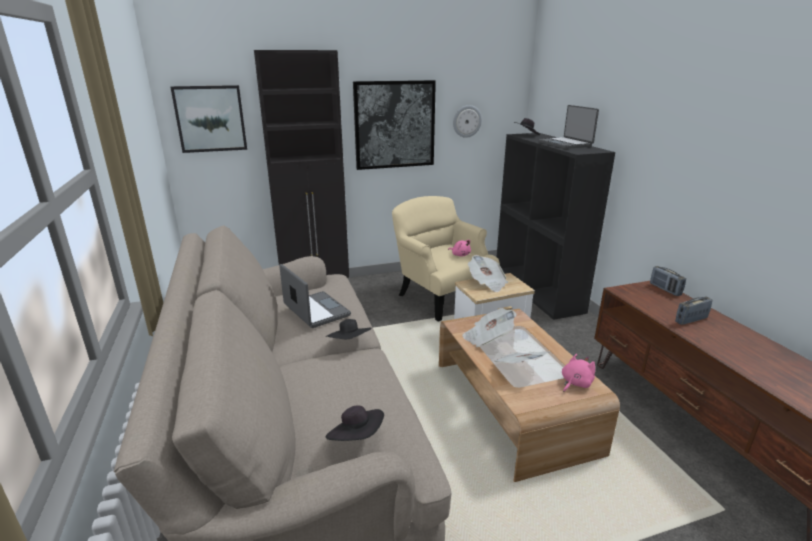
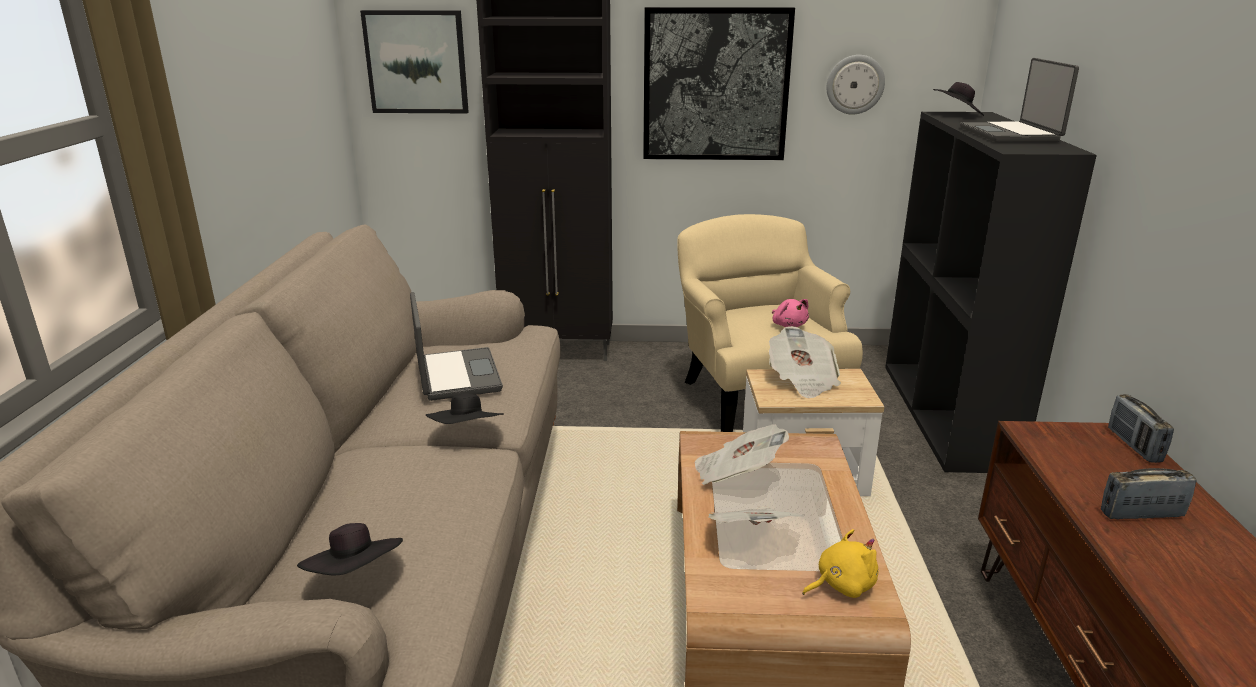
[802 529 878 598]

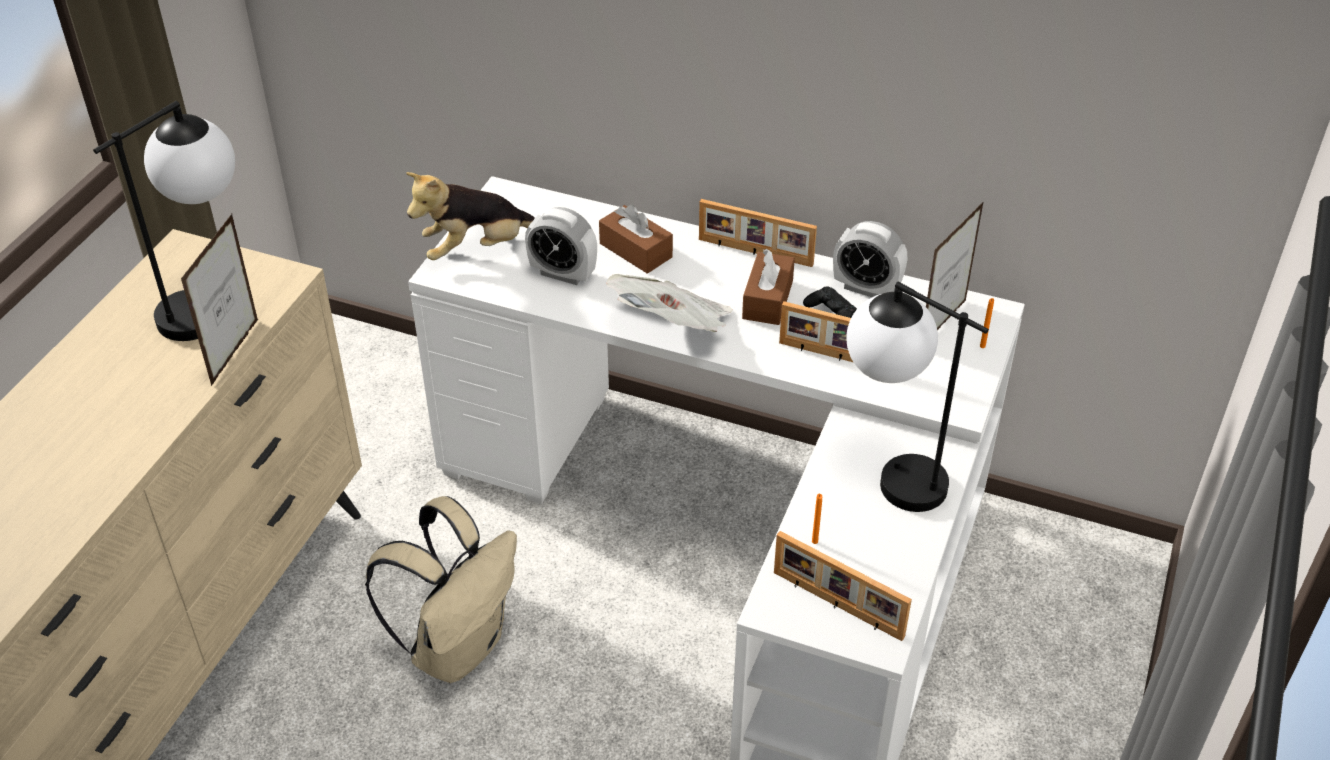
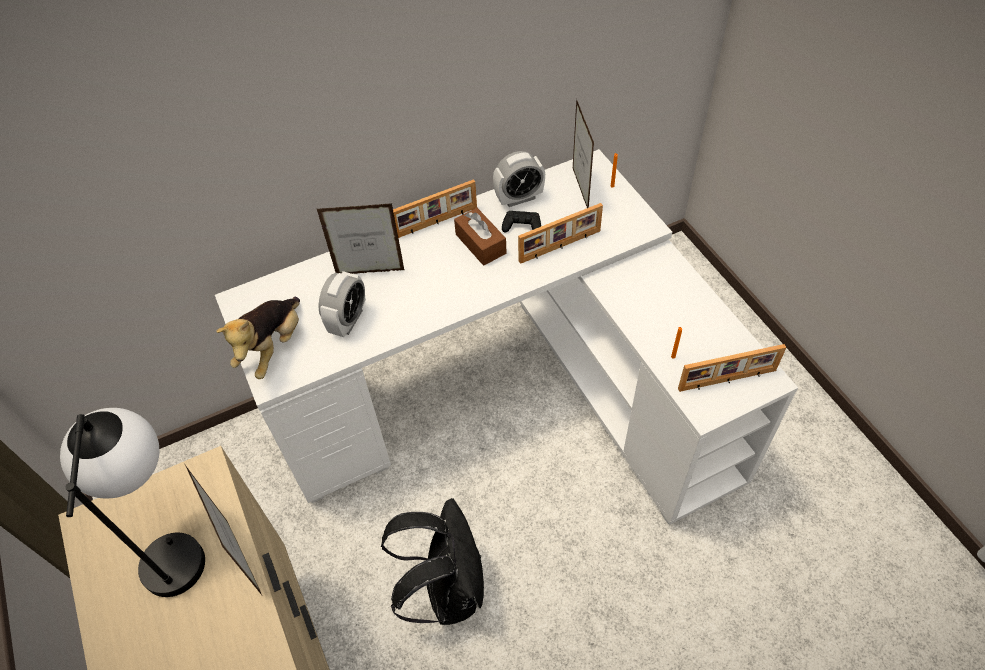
[317 203 405 274]
[319 271 366 337]
[381 498 484 625]
[606 274 733 332] (first image)
[846 282 989 512] (first image)

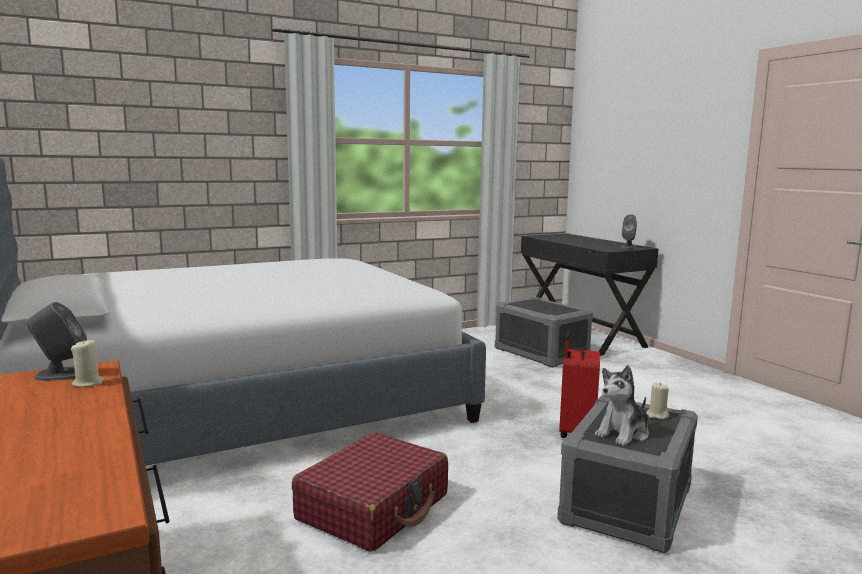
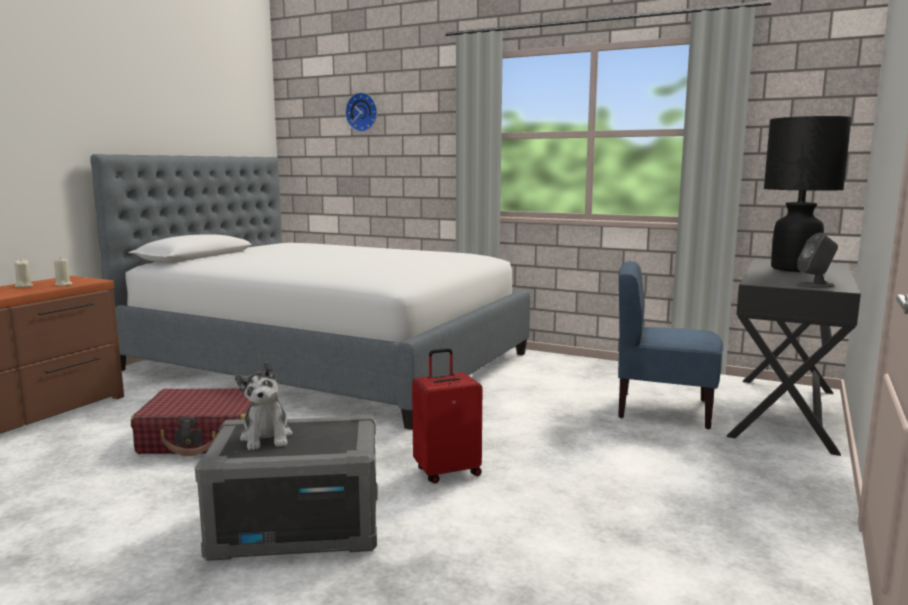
[14 259 33 288]
[235 362 293 450]
[345 92 377 132]
[618 261 723 429]
[764 116 852 272]
[27 302 87 381] (first image)

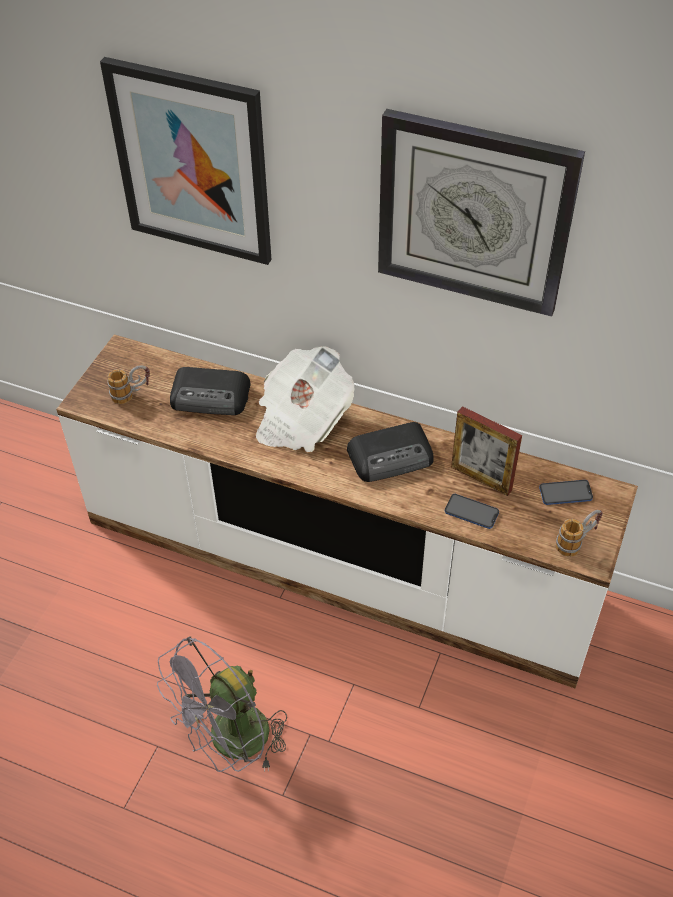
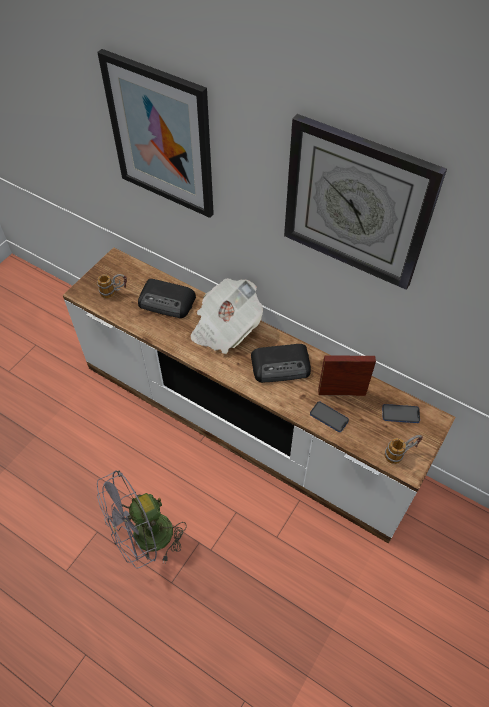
[318 355 376 396]

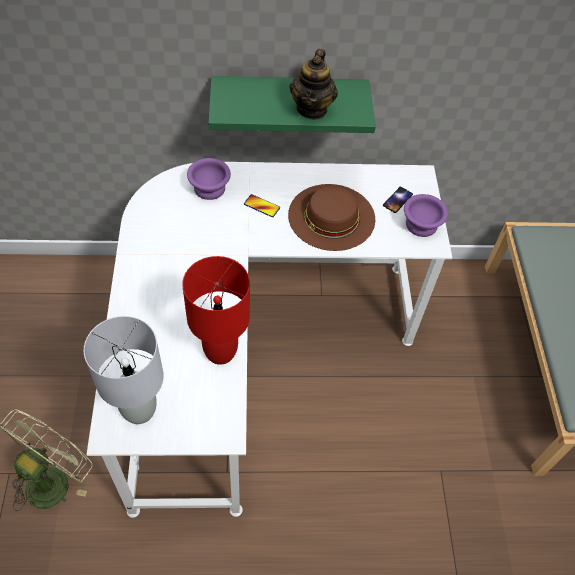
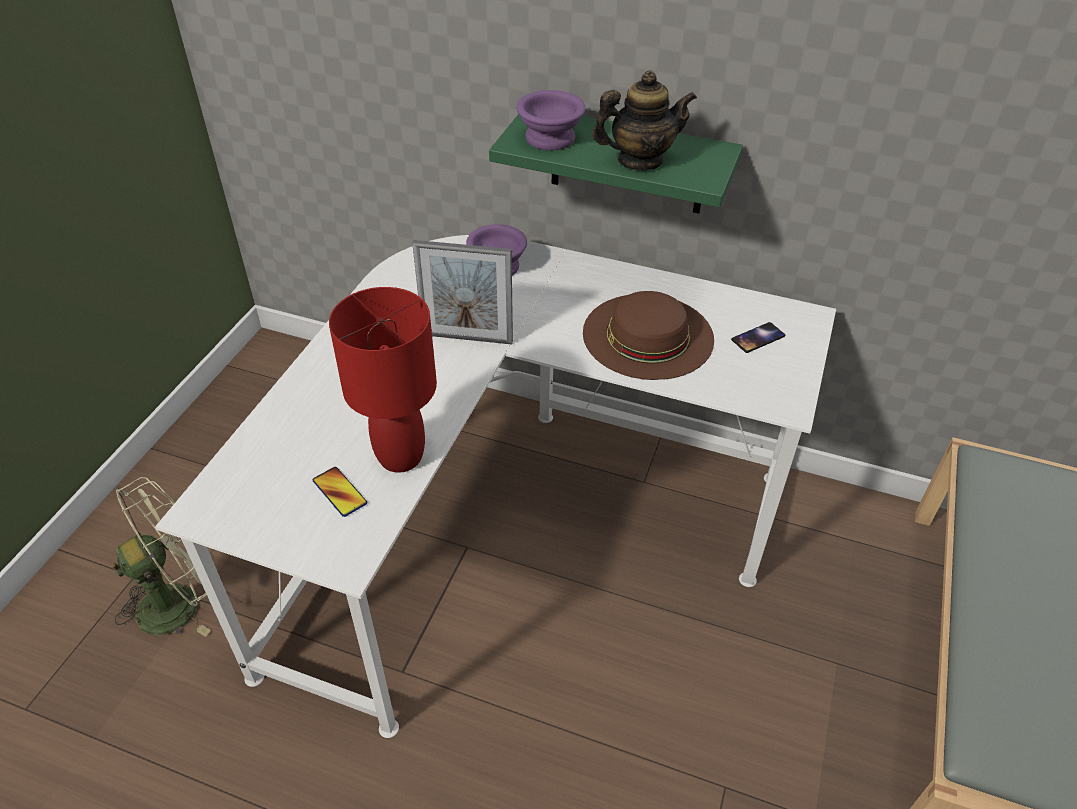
[313 467 367 517]
[412 240 513 344]
[516 90 586 150]
[592 70 697 171]
[83 316 164 424] (first image)

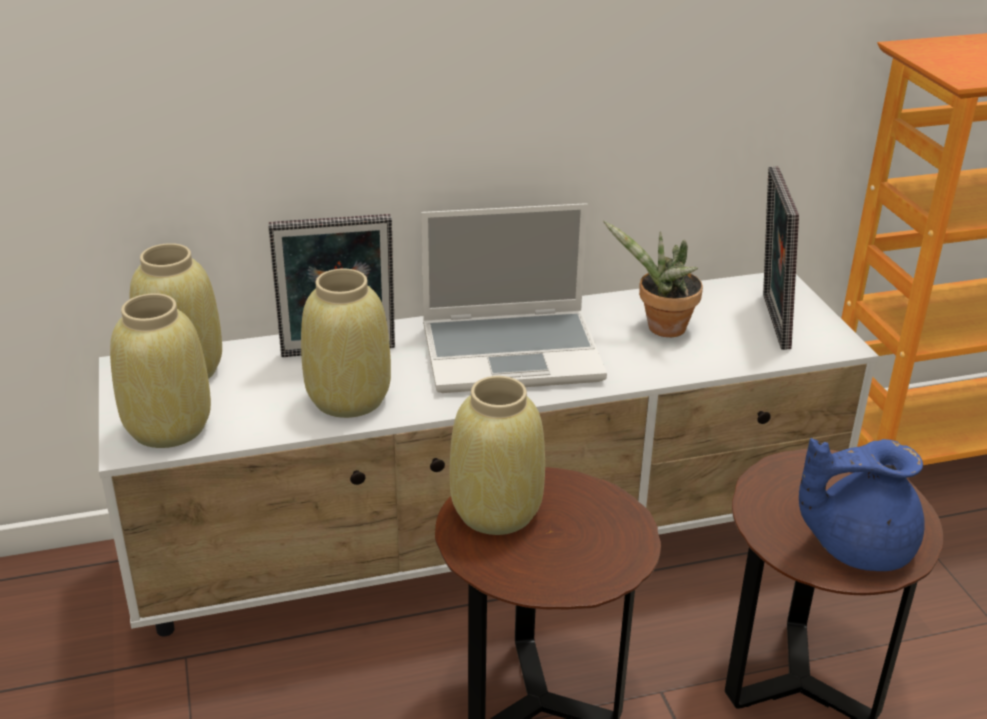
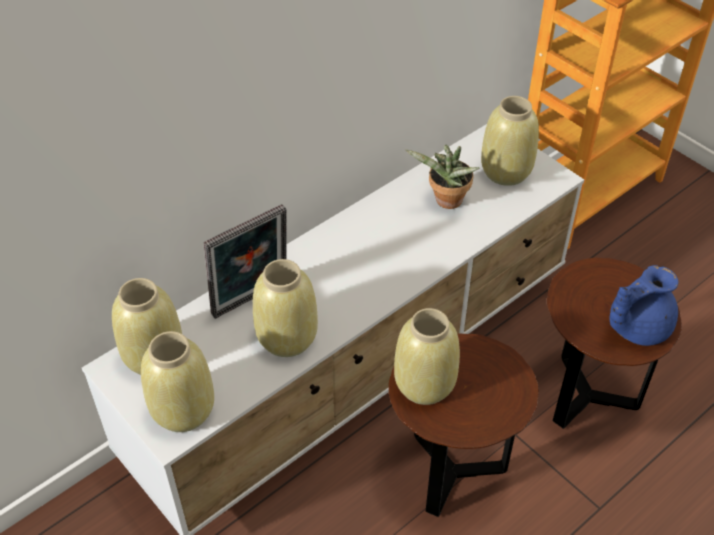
[481 96 539 186]
[421 203 607 393] (first image)

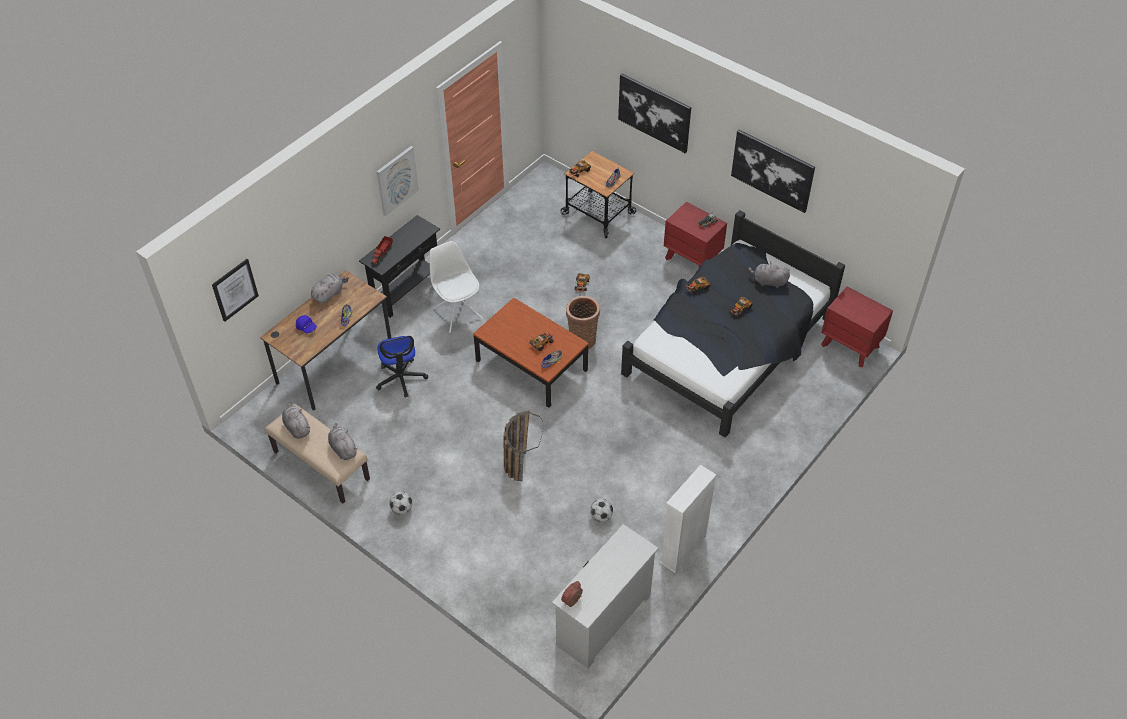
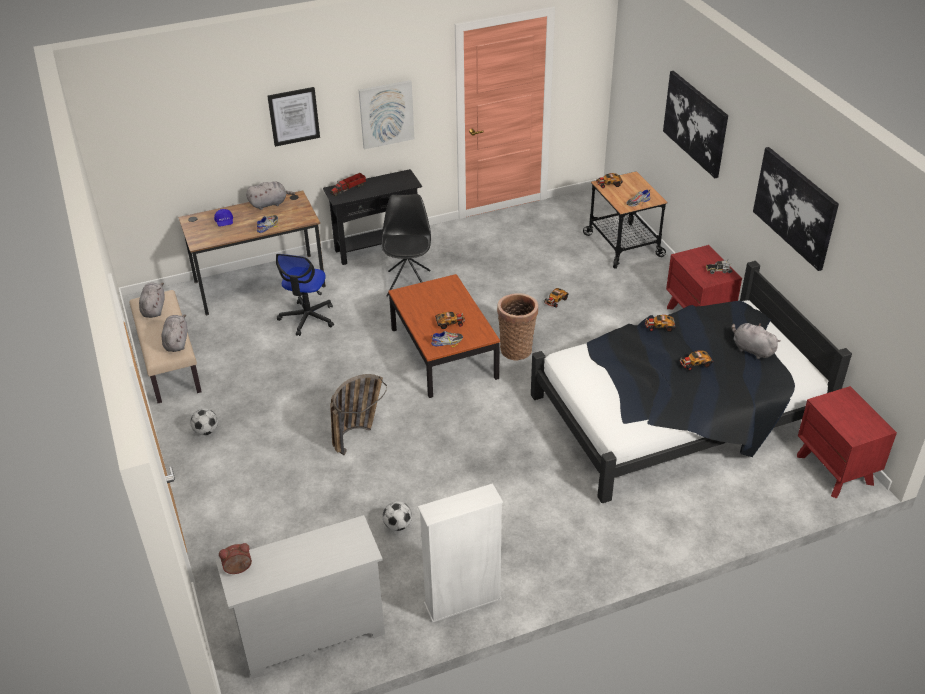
[267 87 320 147]
[382 194 431 297]

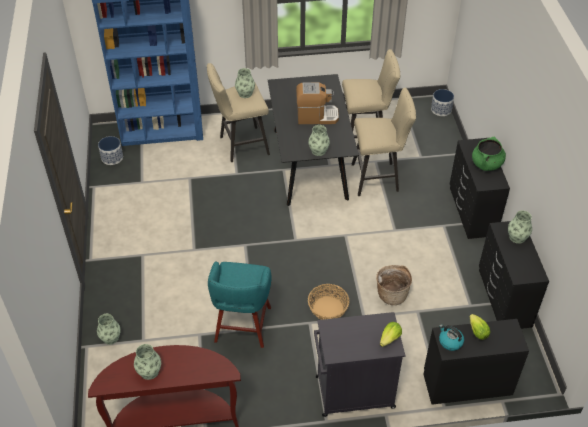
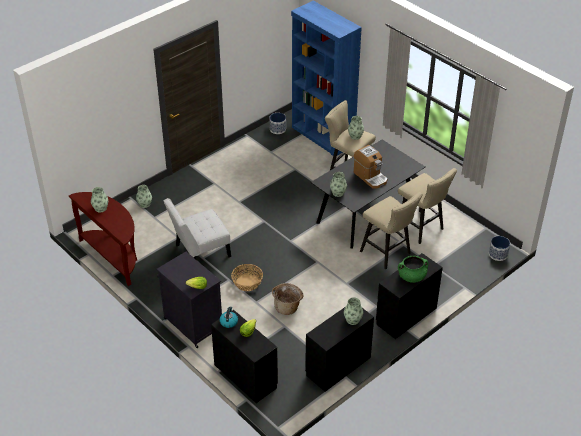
[163 198 231 259]

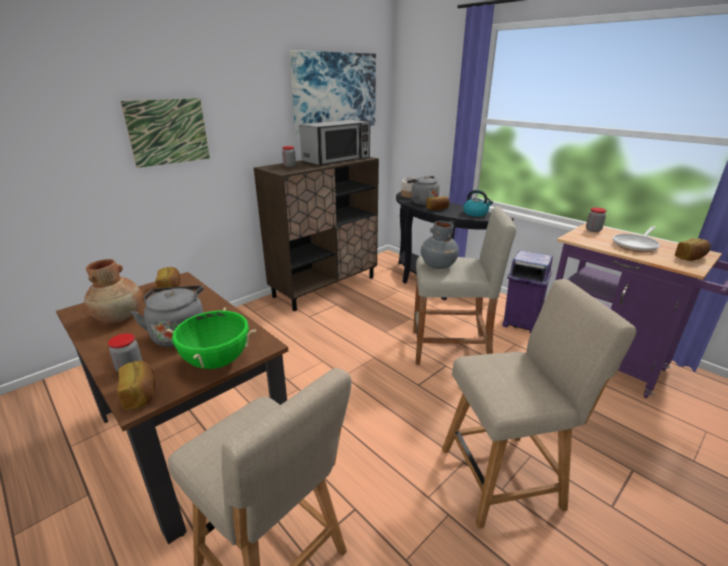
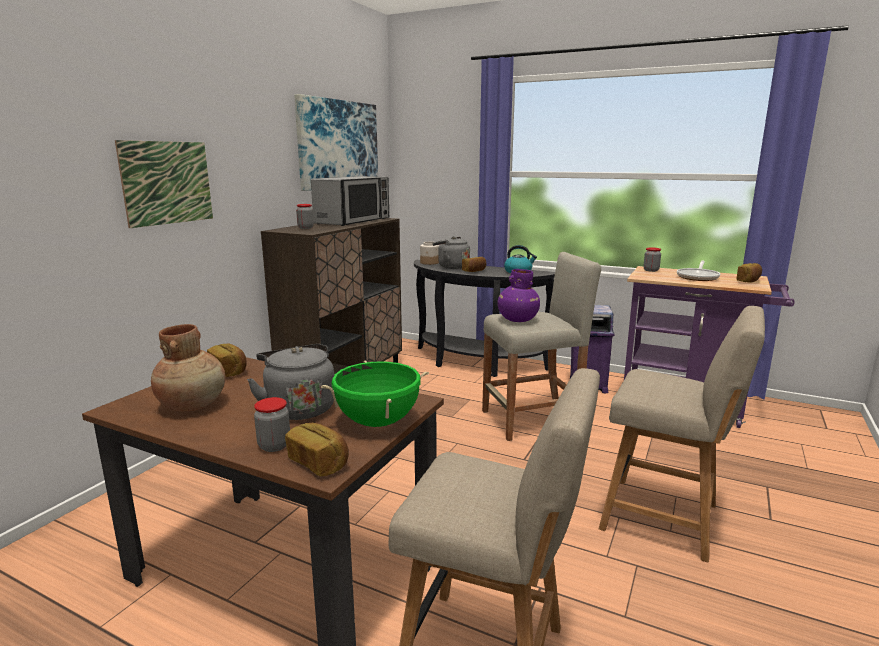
[497 269 540 322]
[599 306 765 563]

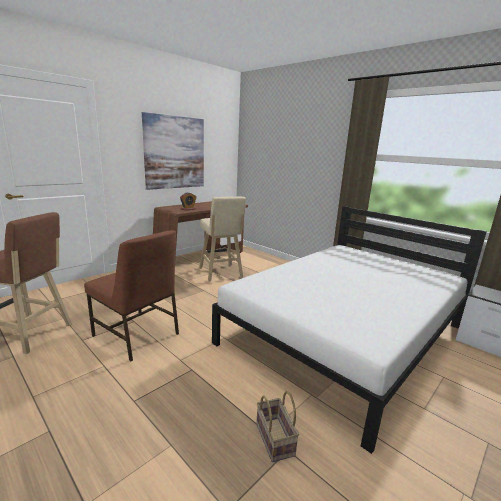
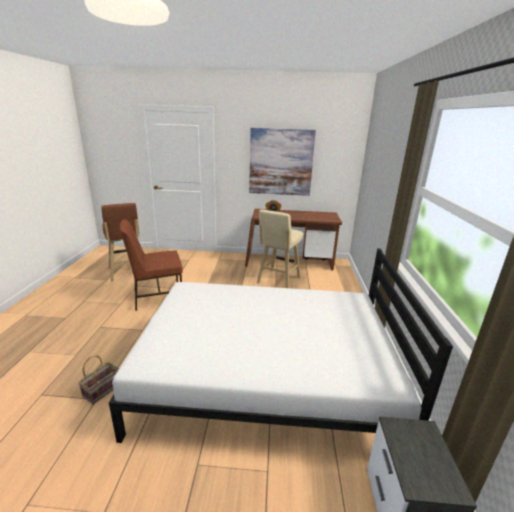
[119 219 183 311]

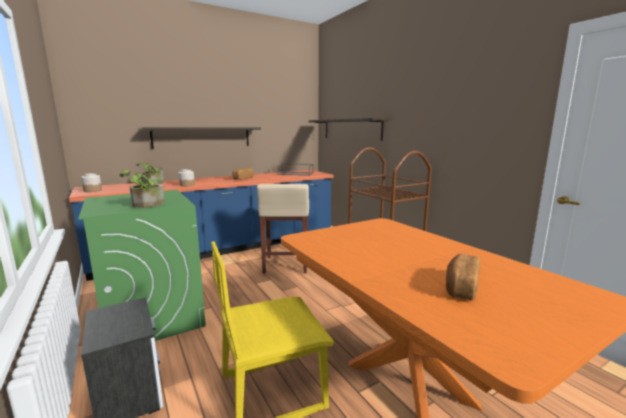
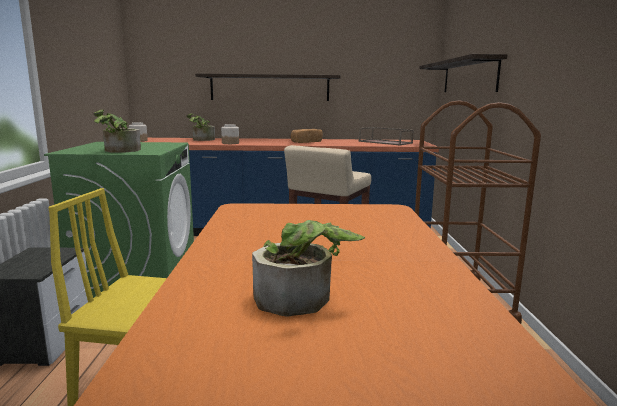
[252 220 365 317]

